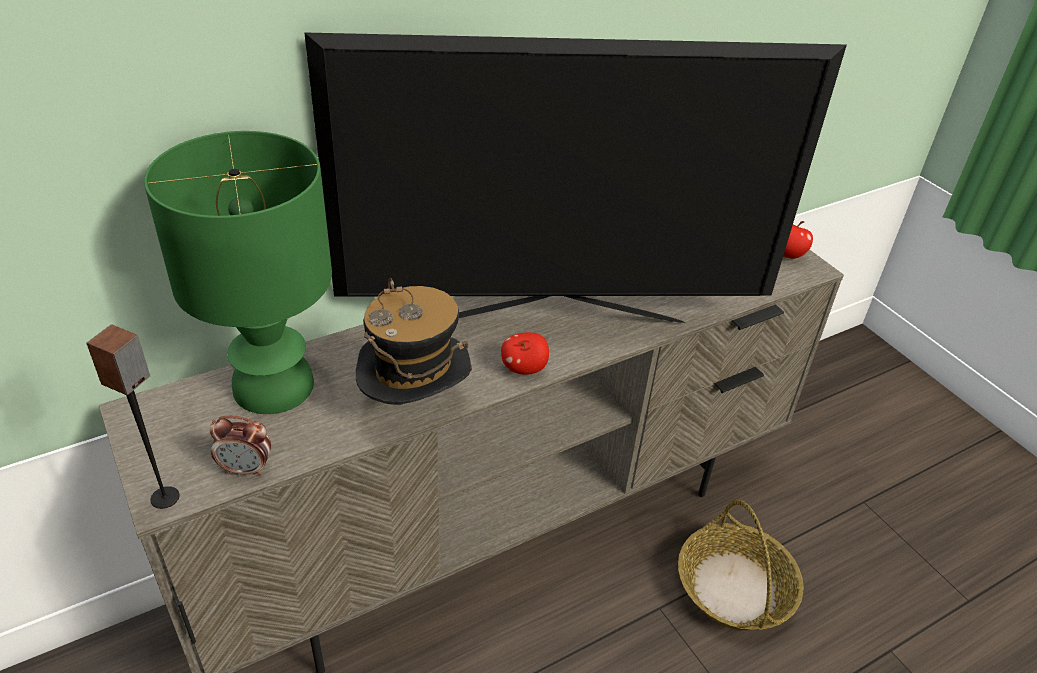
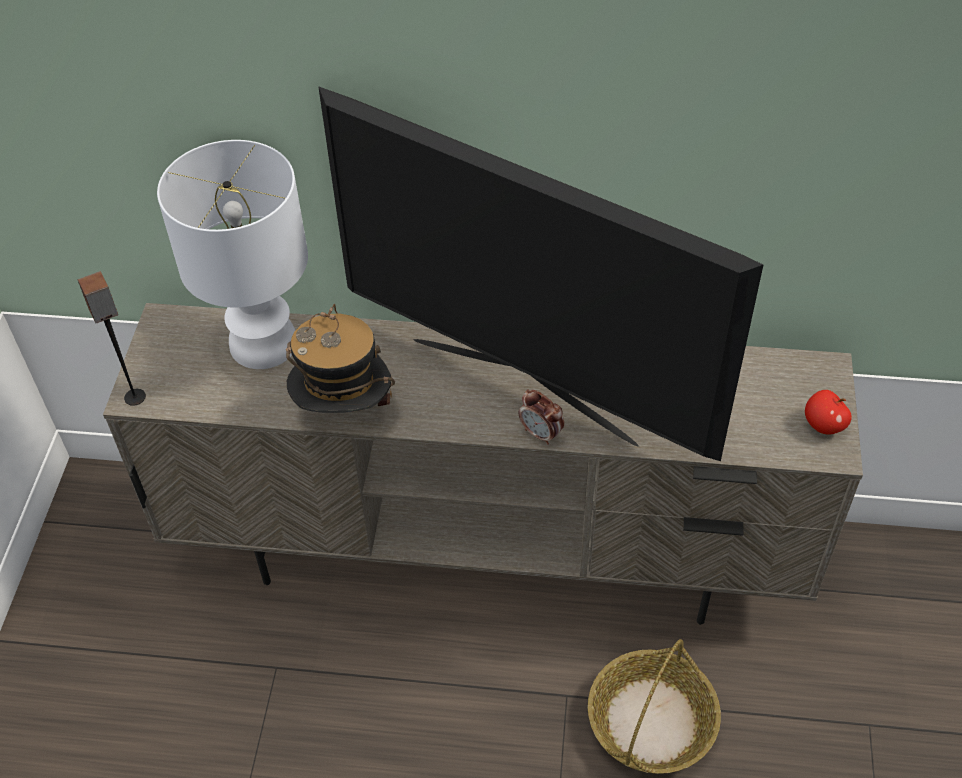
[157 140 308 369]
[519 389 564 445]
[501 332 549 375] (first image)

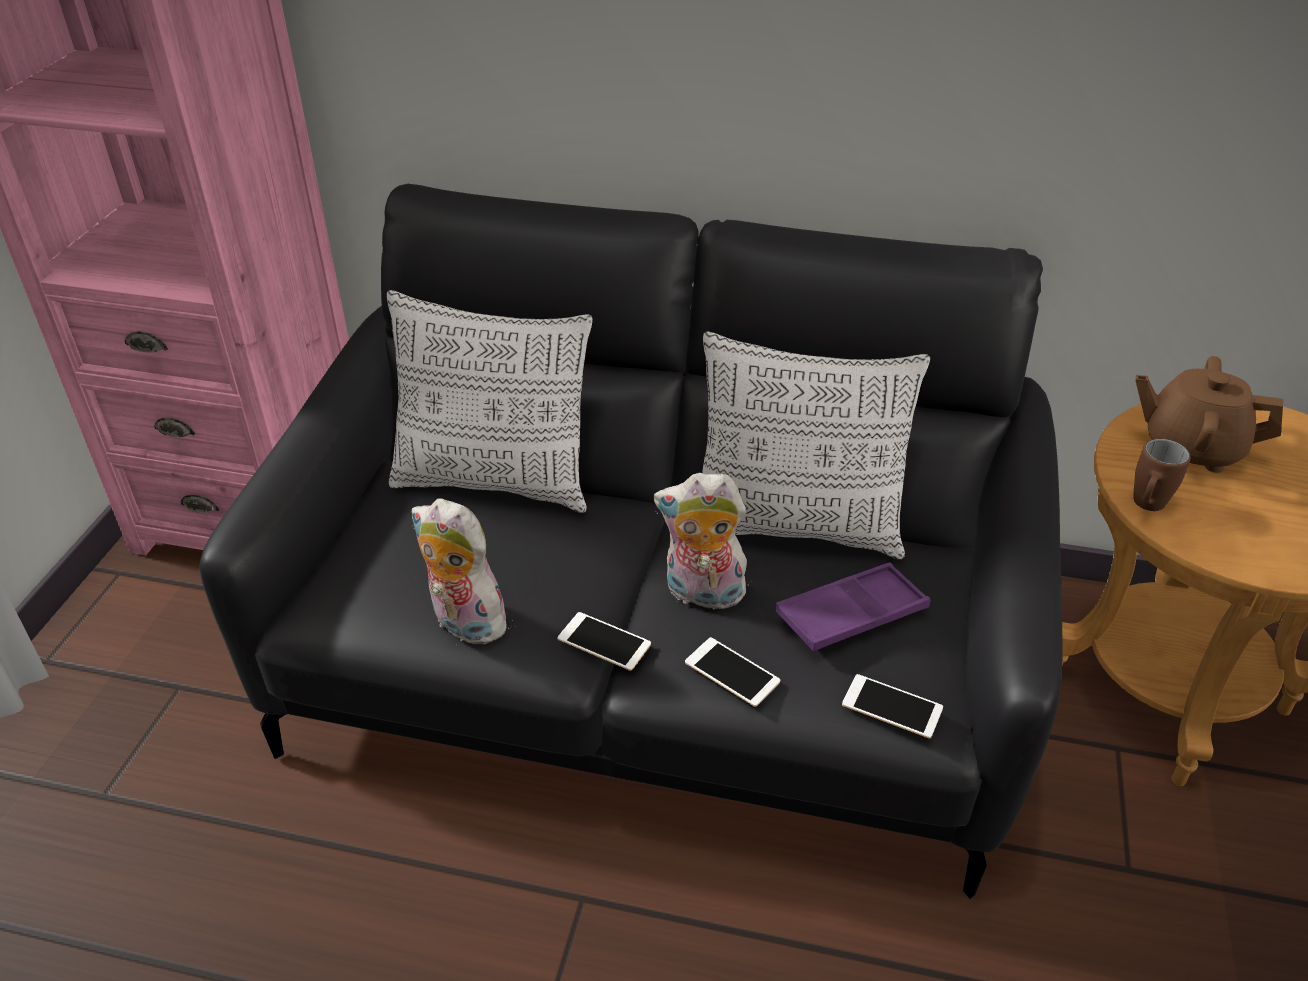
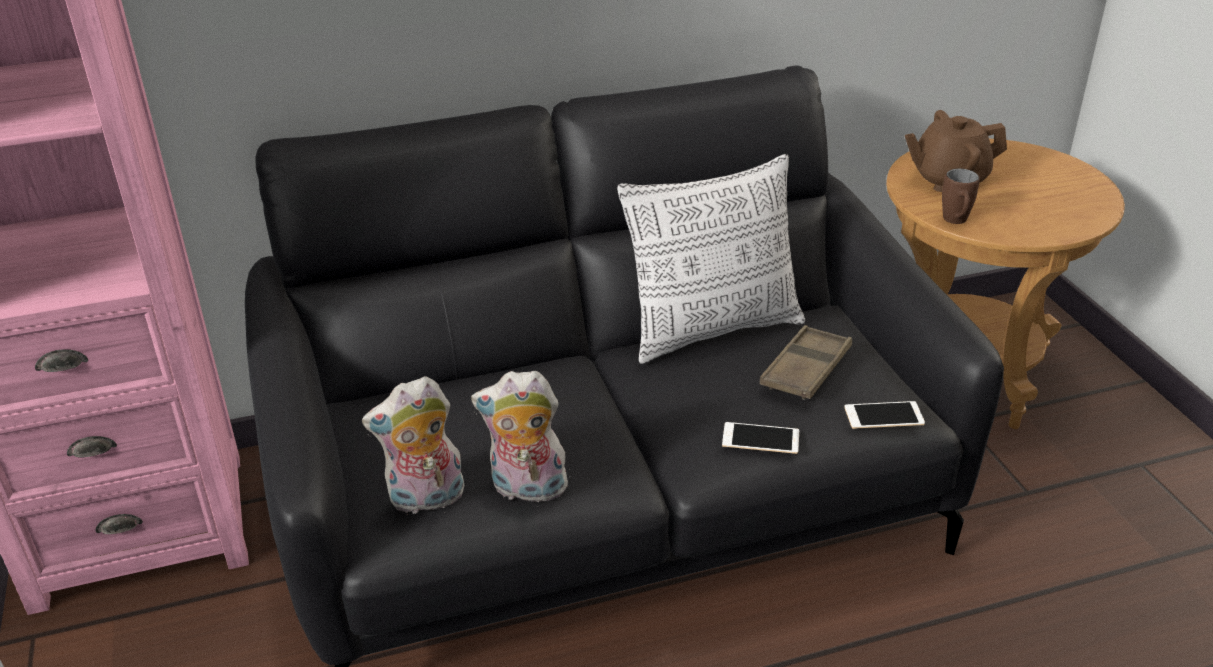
[362 376 464 514]
[760 325 852 400]
[387 290 593 513] (first image)
[557 612 651 671] (first image)

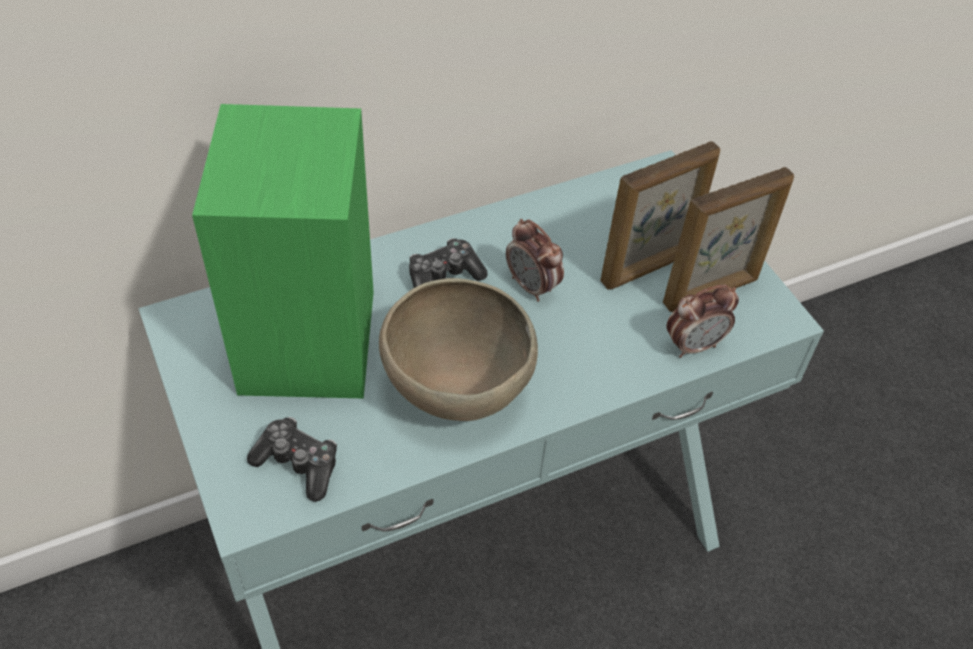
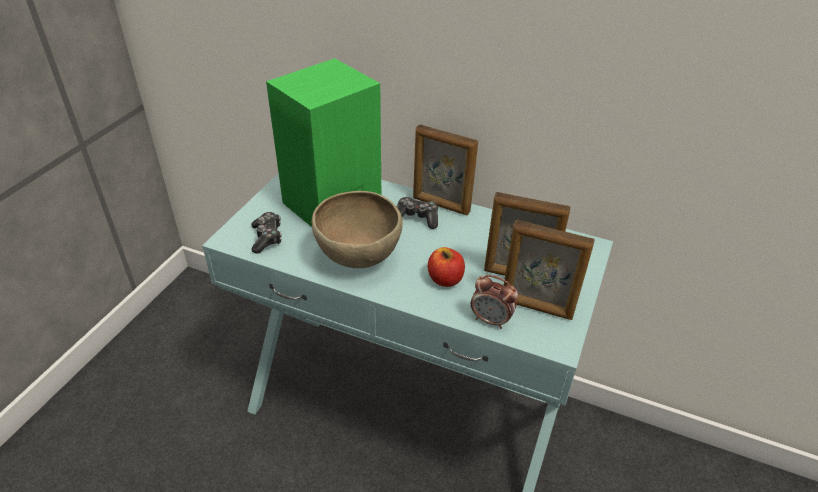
[413 124 478 216]
[428 247 465 287]
[506 219 564 302] (first image)

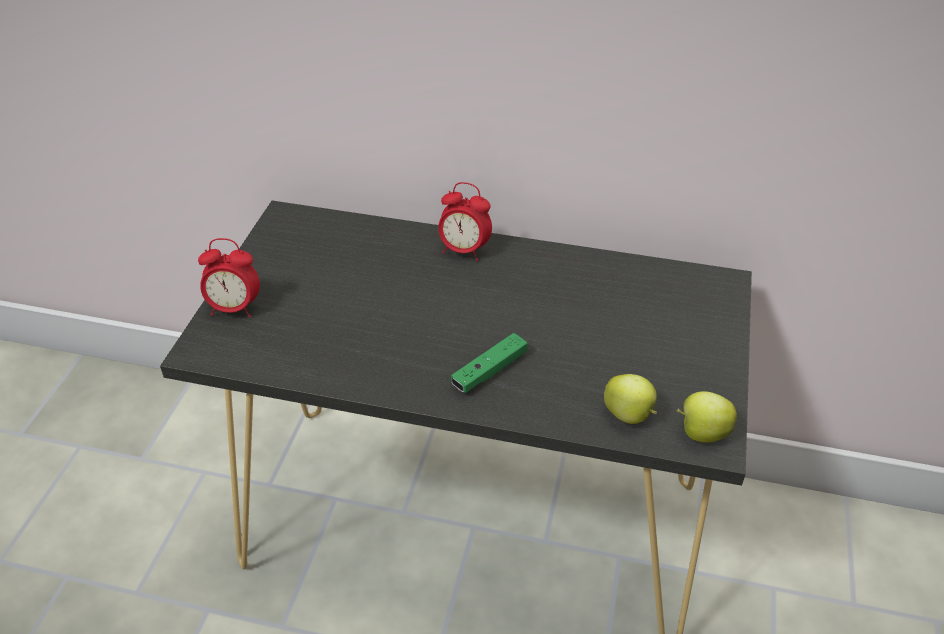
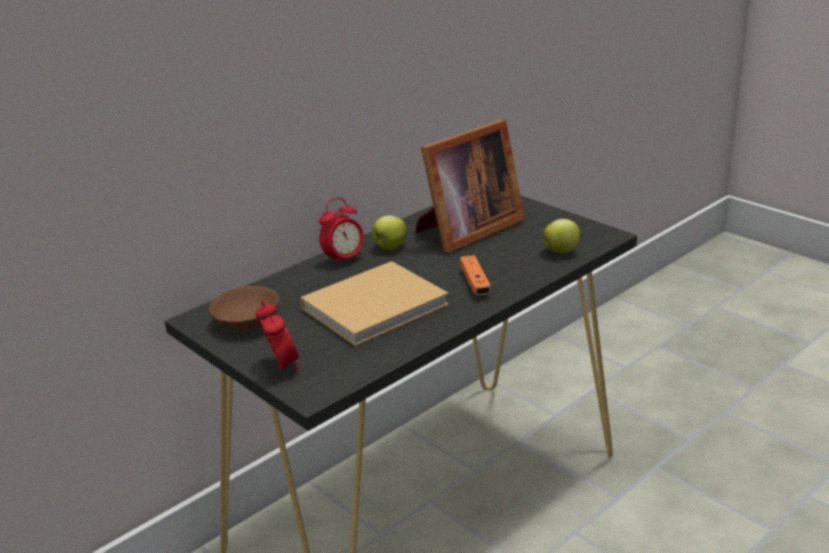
[209 286 279 331]
[255 299 300 372]
[301 261 449 347]
[372 216 407 250]
[415 120 525 253]
[460 255 491 296]

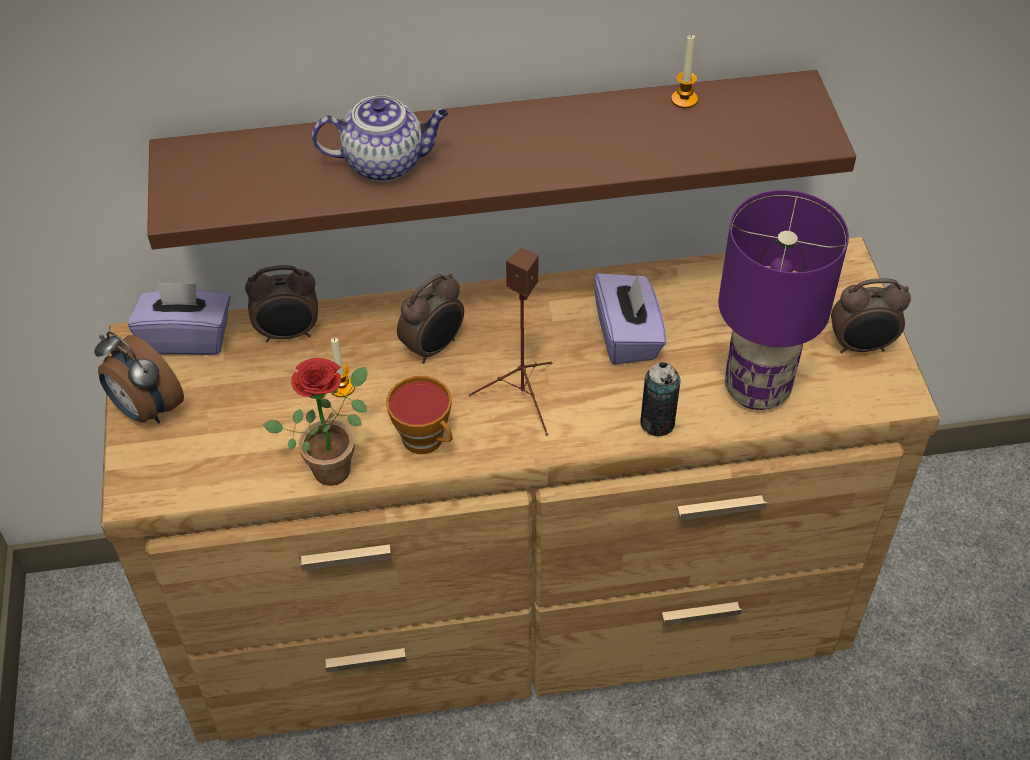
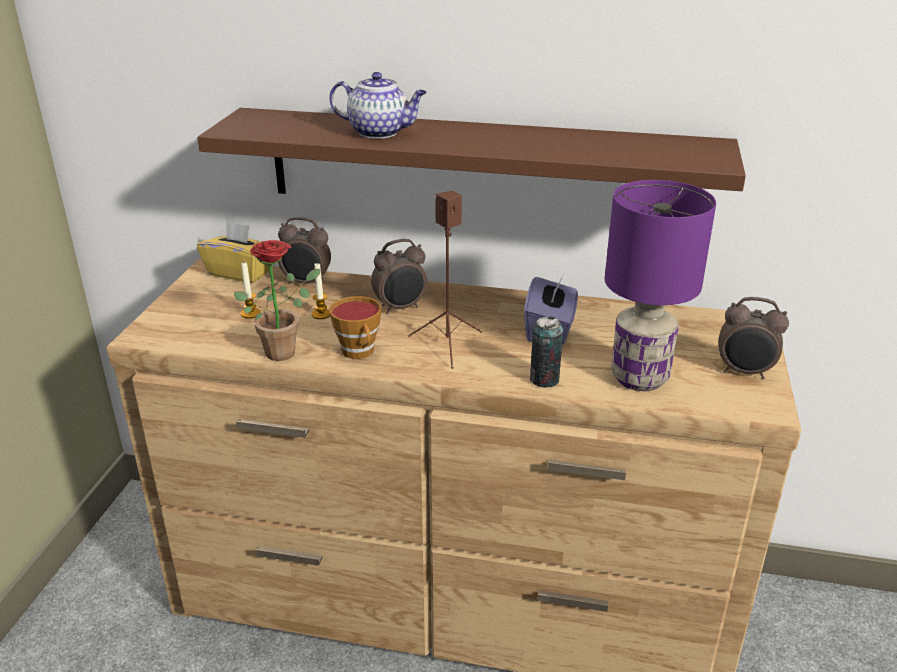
[197 221 269 283]
[241 263 261 319]
[94 331 184 424] (first image)

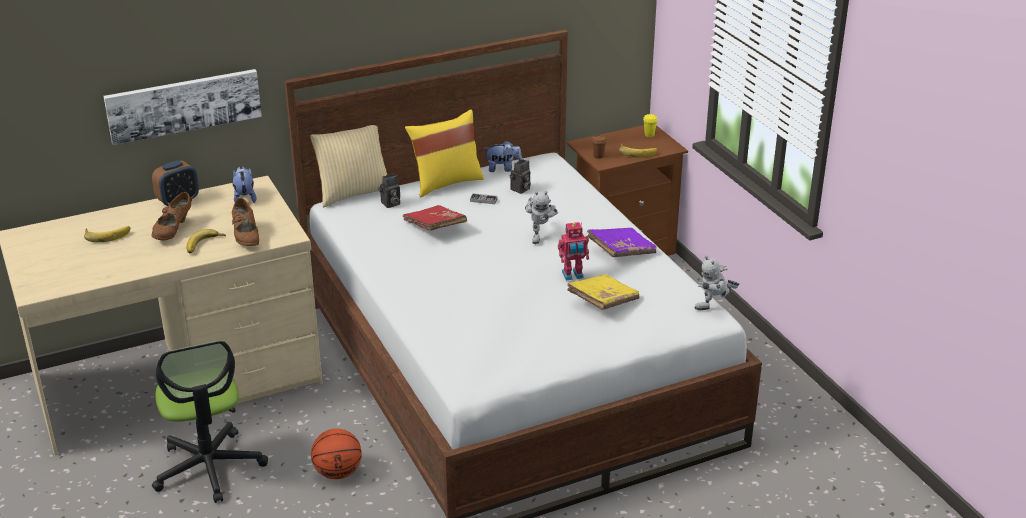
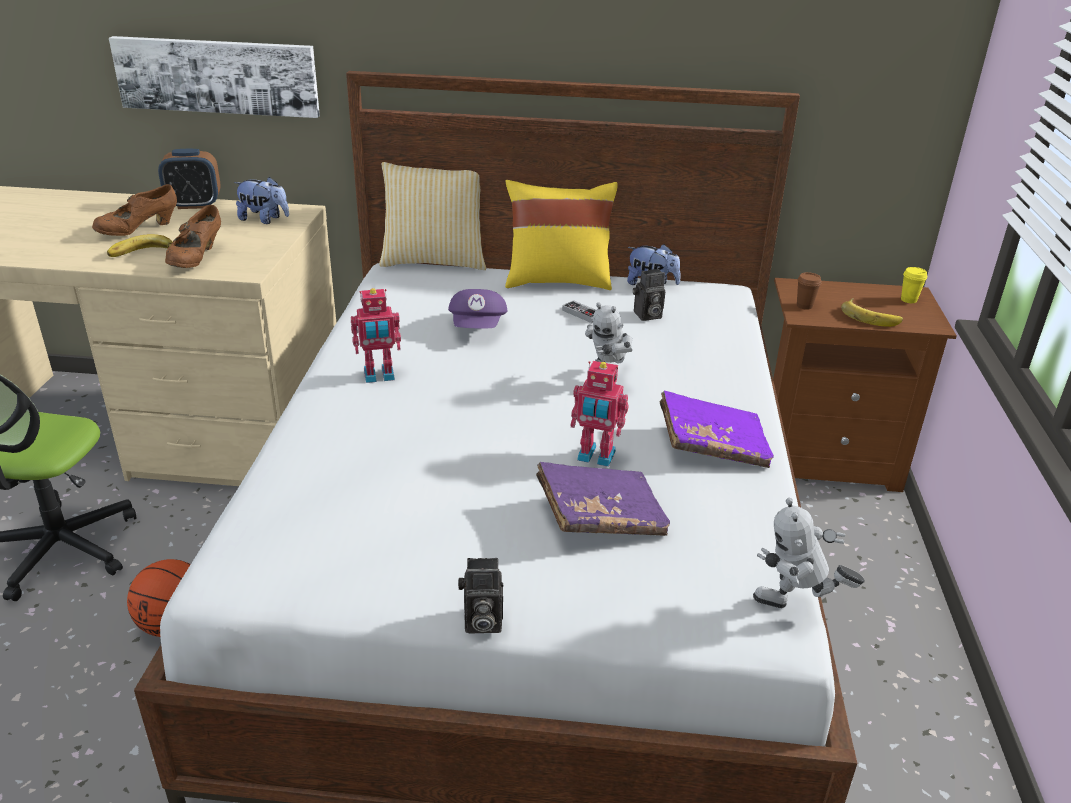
[234 177 289 224]
[351 288 401 383]
[448 289 508 329]
[458 558 504 634]
[536 462 670 536]
[84 226 130 242] (first image)

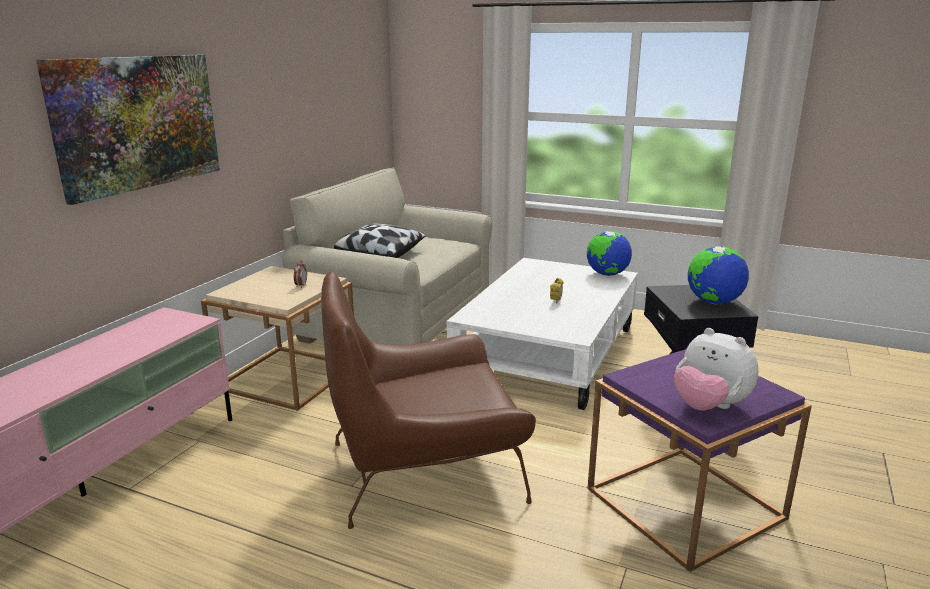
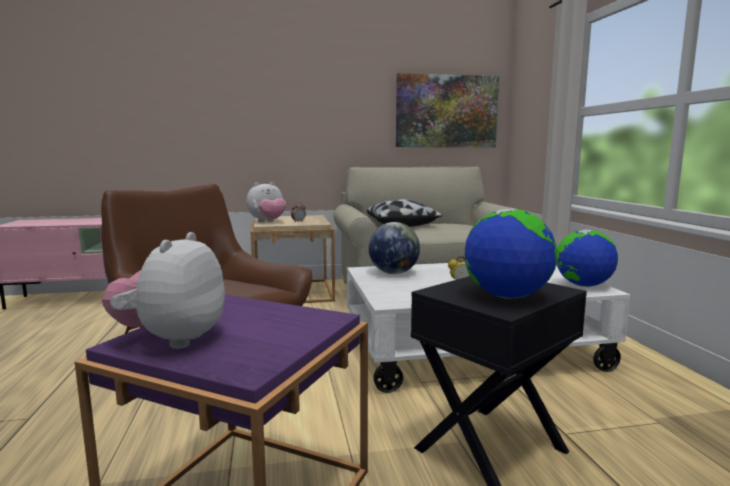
[247 182 286 222]
[369 222 420 274]
[396 73 499 147]

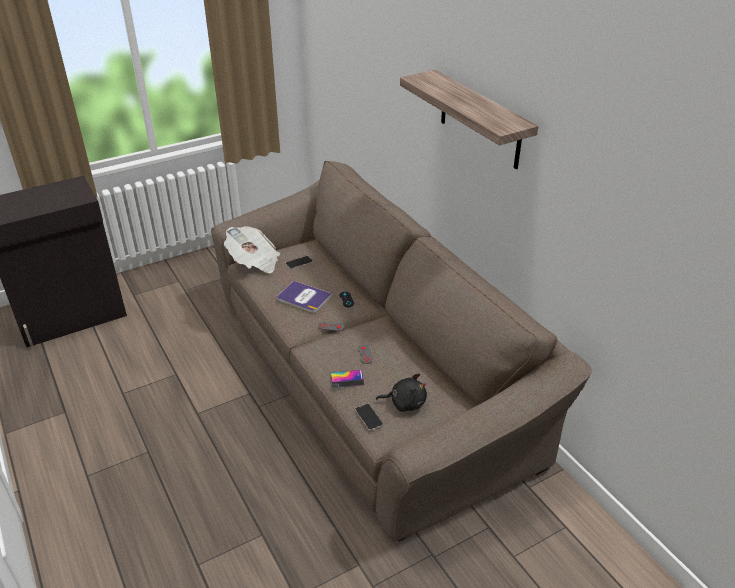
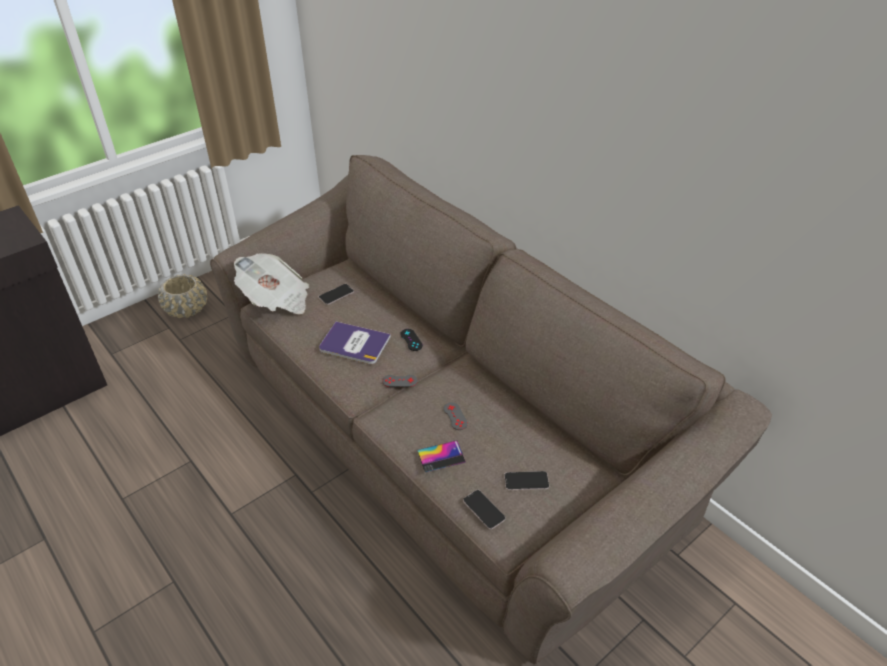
[158 274 207 318]
[504 471 549 490]
[400 70 538 169] (first image)

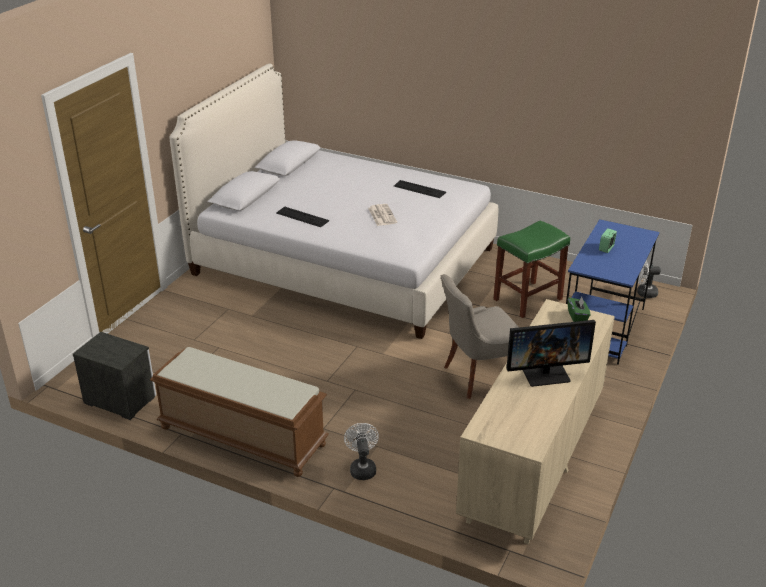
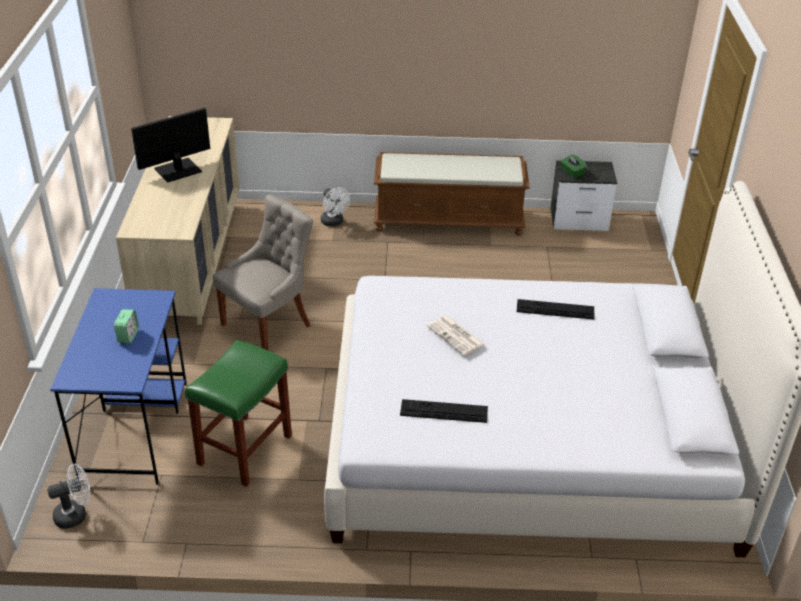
[561 155 587 178]

